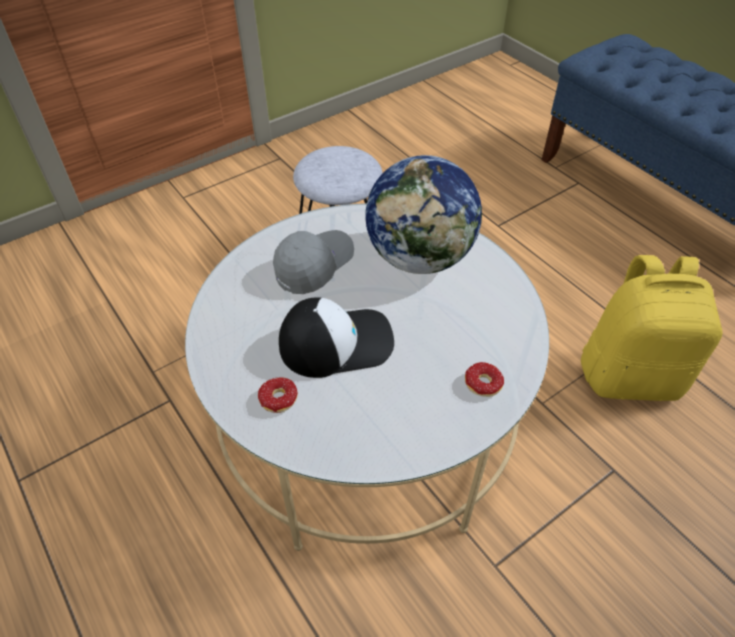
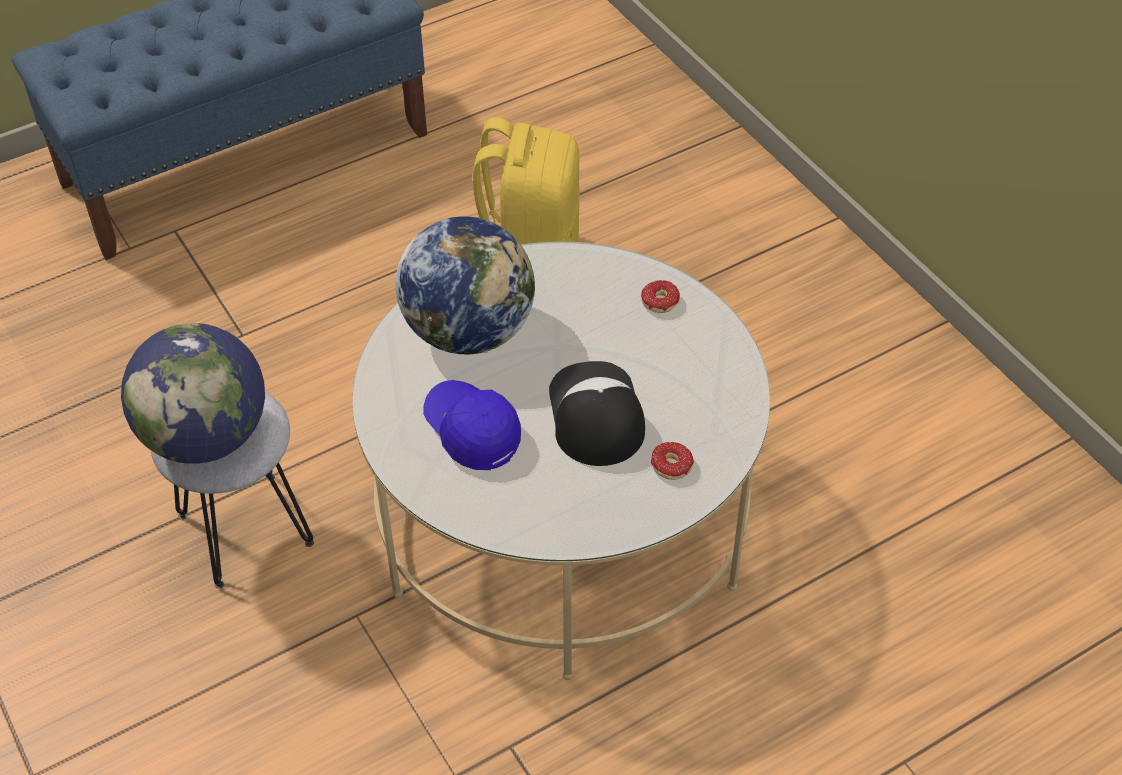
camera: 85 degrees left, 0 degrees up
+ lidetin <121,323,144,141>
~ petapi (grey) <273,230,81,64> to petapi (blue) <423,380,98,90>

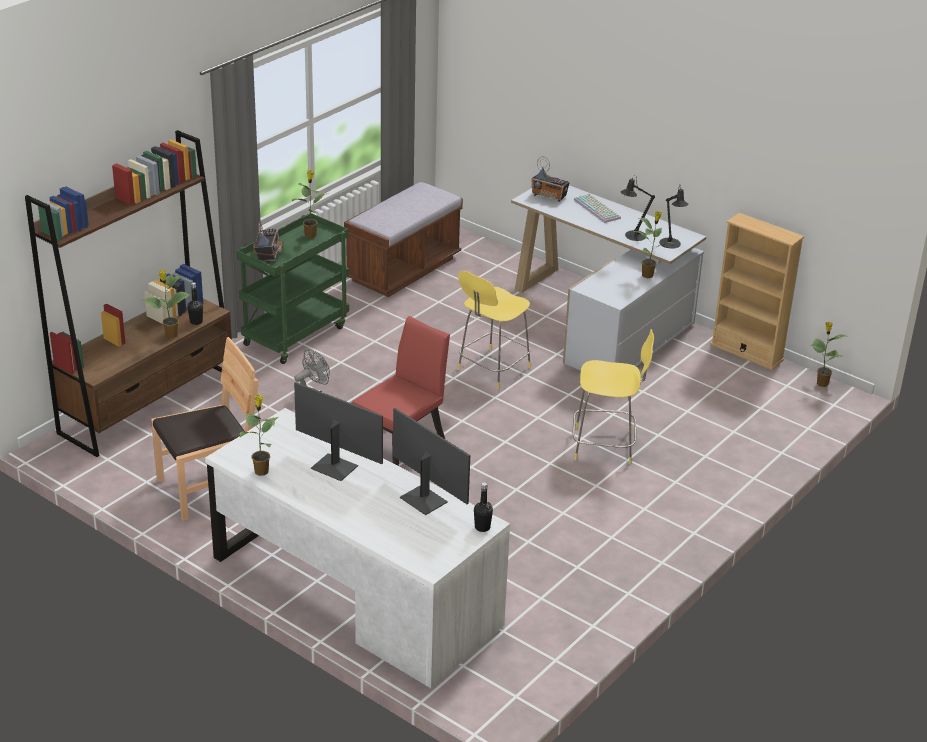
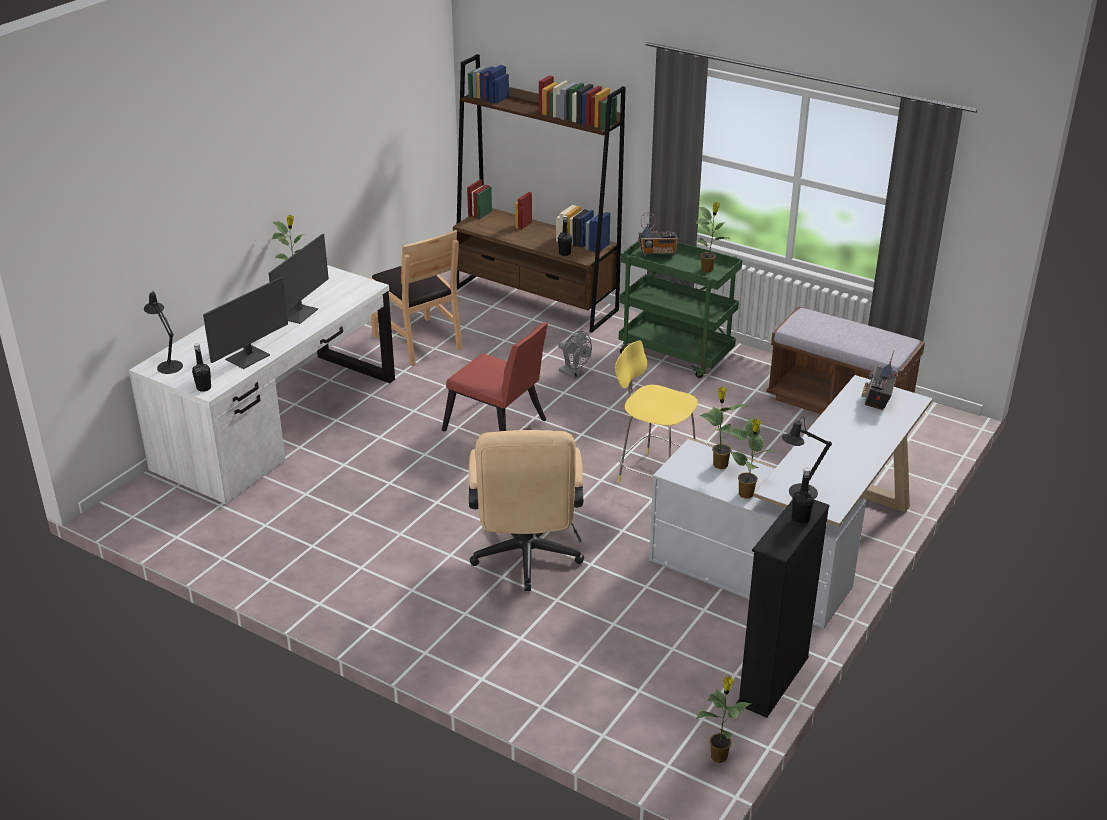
camera: 85 degrees right, 0 degrees up
~ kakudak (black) <621,175,34,66> to <144,291,39,83>
~ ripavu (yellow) <572,329,82,135> to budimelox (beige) <469,430,115,161>
~ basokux <143,270,47,68> to <699,387,49,82>
~ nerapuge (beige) <710,213,94,157> to nerapuge (black) <736,500,94,218>
+ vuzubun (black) <792,467,22,57>
- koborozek <574,194,47,29>

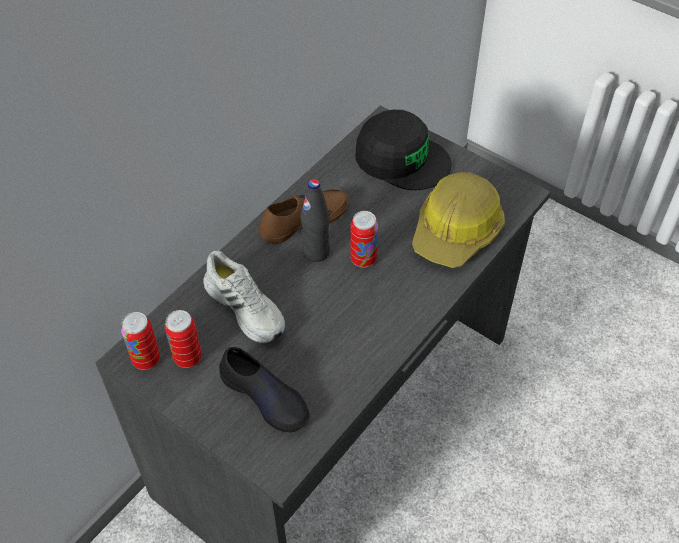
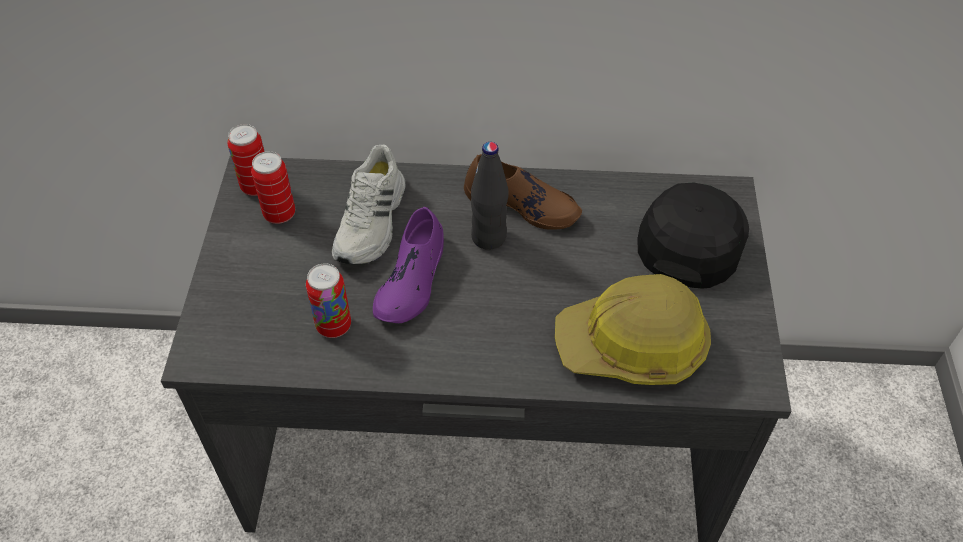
camera: 55 degrees right, 0 degrees up
~ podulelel <350,211,28,57> to <306,263,45,75>
+ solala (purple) <373,207,71,116>
~ petapi (black) <355,110,97,80> = <637,182,112,107> 150 degrees counterclockwise
- solala (black) <219,347,90,85>

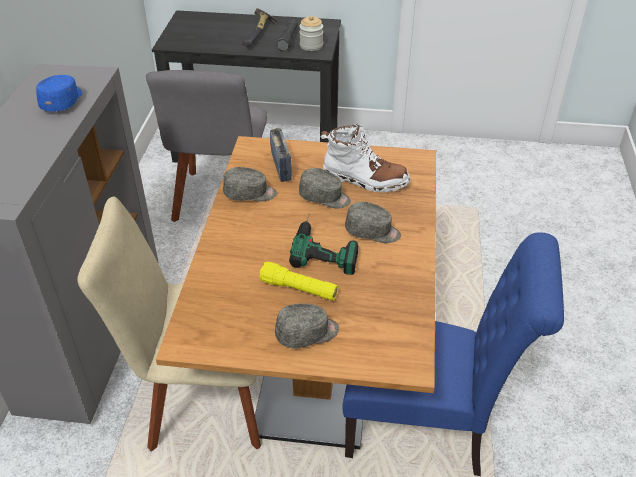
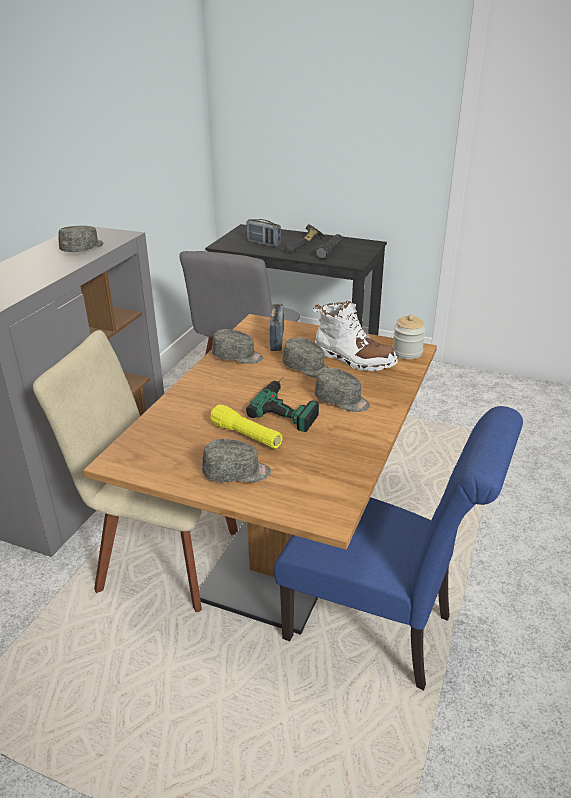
camera: 15 degrees right, 10 degrees down
~ petapi (blue) <36,75,46,37> to petapi (grey) <59,226,45,26>
+ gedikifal <246,219,35,28>
~ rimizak <299,15,24,36> to <392,315,34,44>

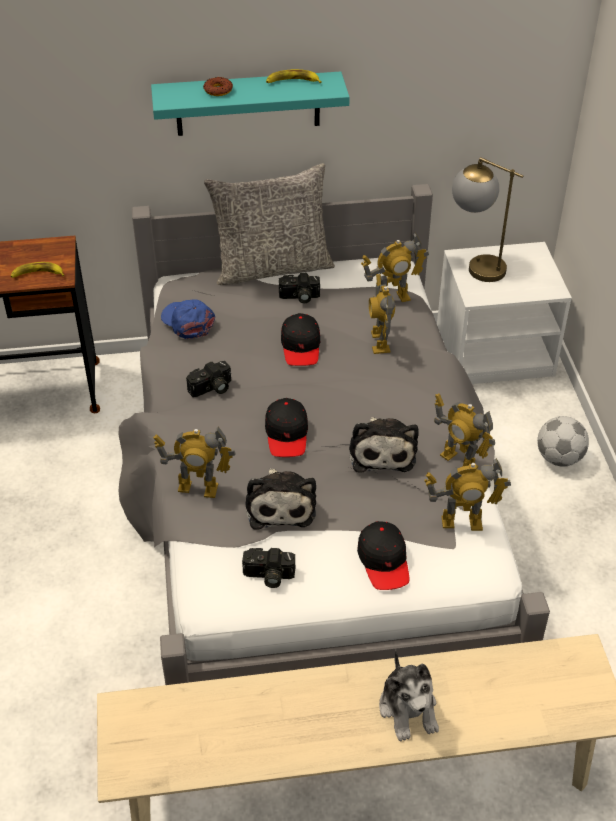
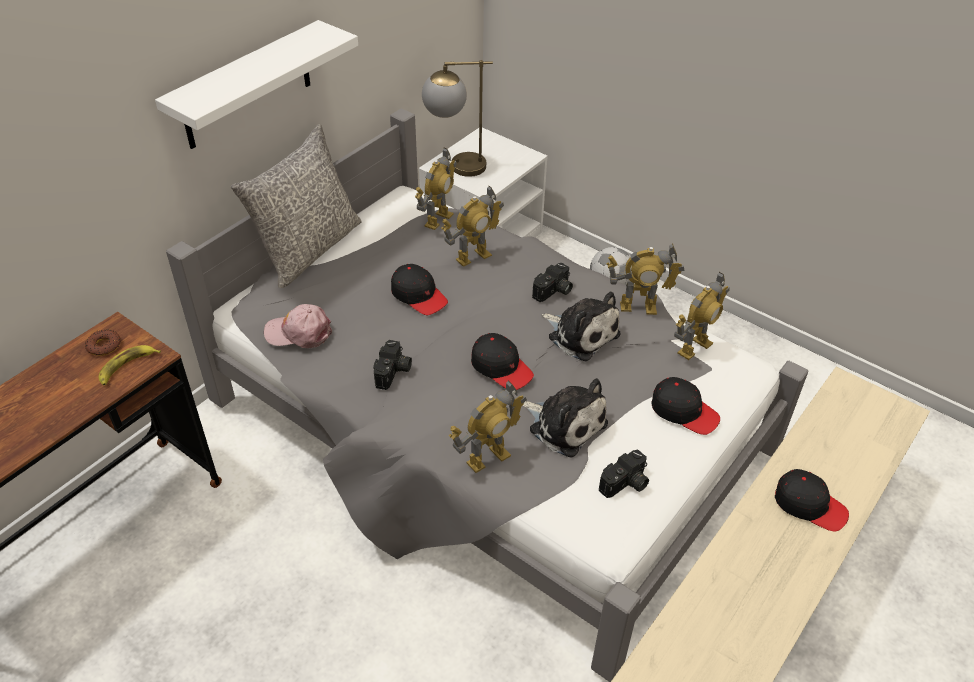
camera: 45 degrees left, 0 degrees up
~ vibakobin <203,77,30,19> to <85,329,35,27>
~ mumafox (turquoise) <151,71,199,65> to mumafox (white) <155,20,203,129>
~ petapi (blue) <161,299,54,40> to petapi (pink) <264,304,68,44>
~ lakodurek <369,274,26,80> = <441,186,63,81> 75 degrees counterclockwise
~ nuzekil <279,273,41,31> to <532,263,41,39>
~ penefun <379,649,60,92> to petapi (black) <775,469,74,62>
- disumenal <266,69,56,14>

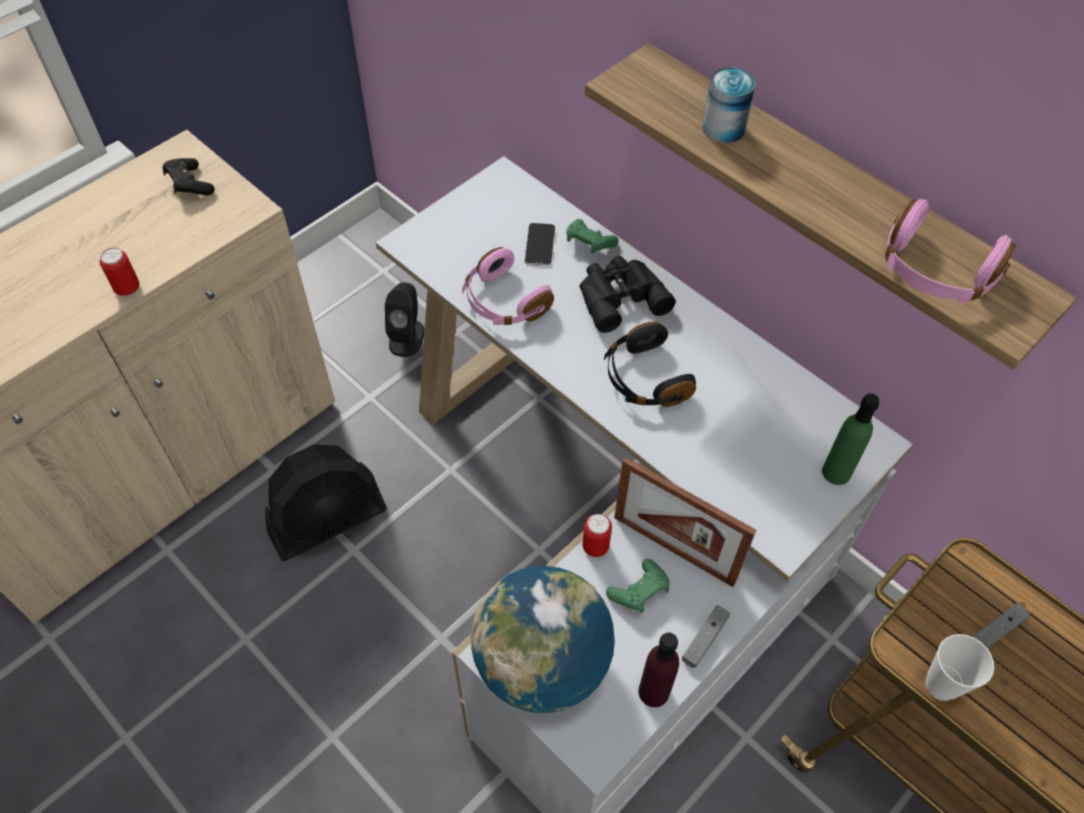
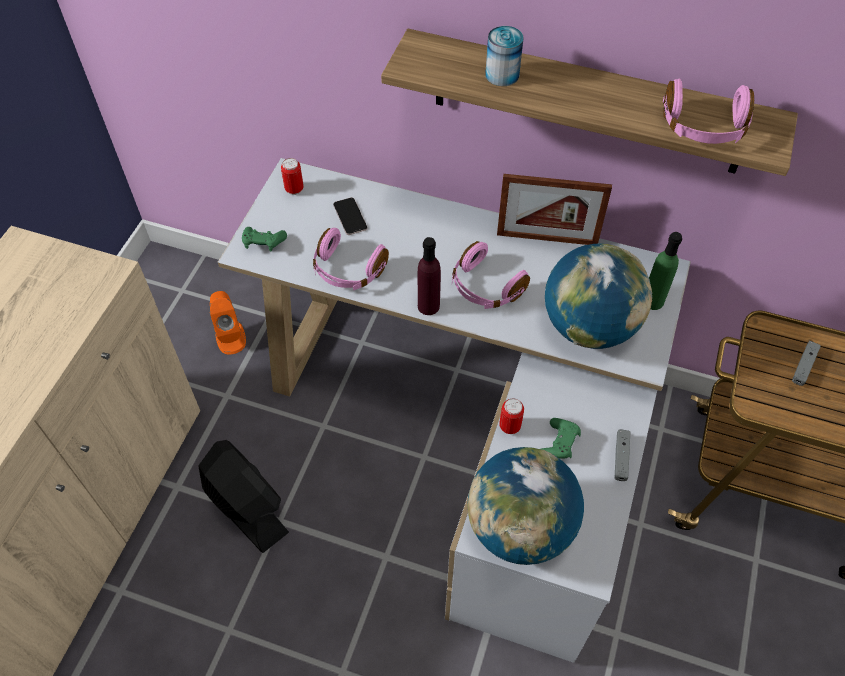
camera: 25 degrees left, 0 degrees up
~ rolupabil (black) <265,445,122,116> = <198,440,91,113> 75 degrees counterclockwise
~ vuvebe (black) <385,282,39,75> to vuvebe (orange) <210,291,36,63>
~ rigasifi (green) <566,219,53,35> to <242,227,45,24>
~ podulelel <100,248,40,49> to <281,158,23,37>
~ vuzubun (purple) <638,632,41,75> to <418,237,23,78>
~ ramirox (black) <604,321,92,86> to ramirox (pink) <452,241,78,68>
~ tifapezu <614,457,142,130> to <497,174,115,71>
+ lidetin <545,244,107,105>
- rigasifi (black) <162,158,53,37>
- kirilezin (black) <579,256,97,77>
- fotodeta <926,634,68,67>

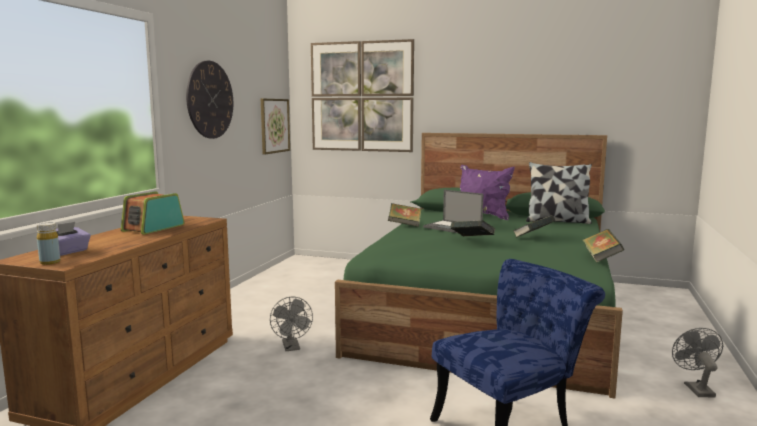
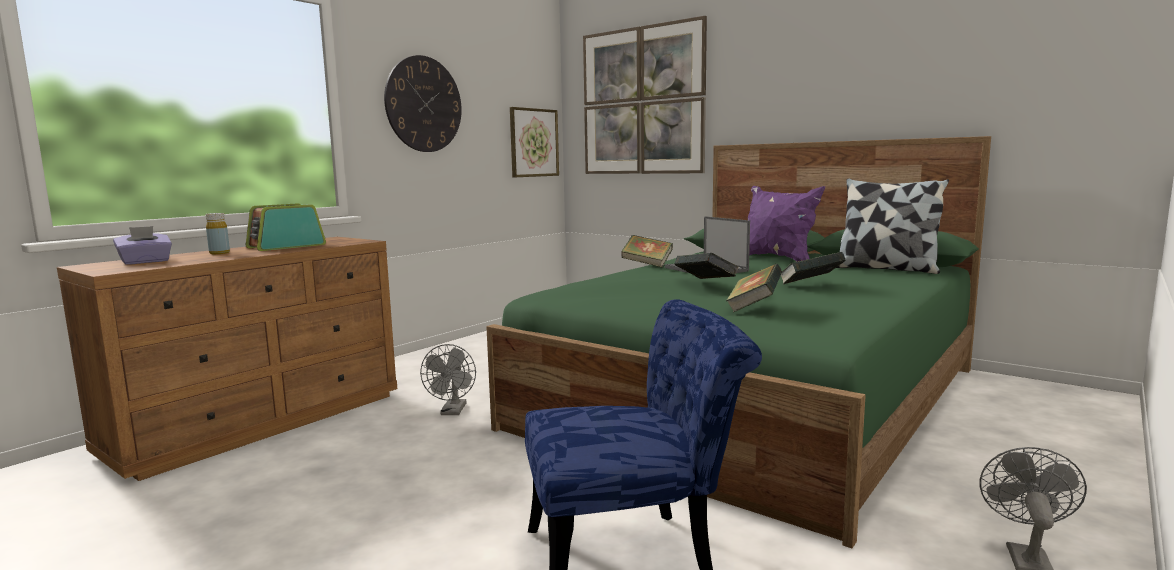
camera: 20 degrees right, 0 degrees up
~ vuzubun (yellow) <37,222,23,43> to <206,213,24,41>
~ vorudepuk <583,229,41,33> to <726,264,56,48>

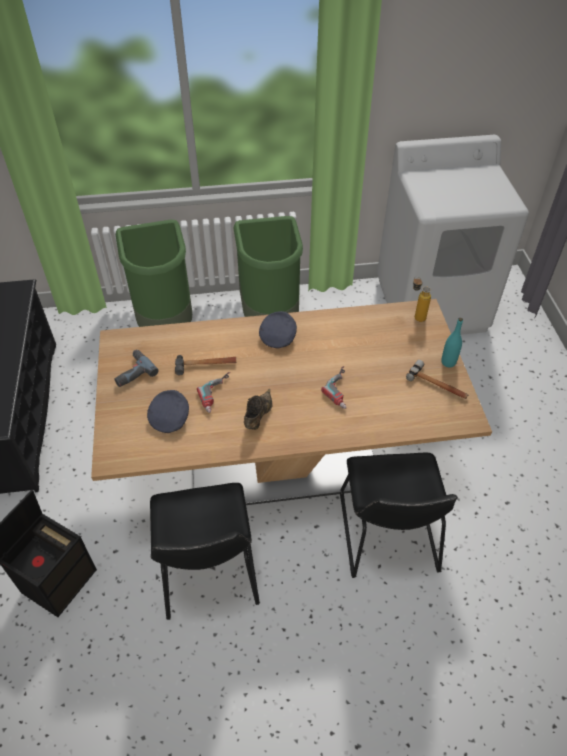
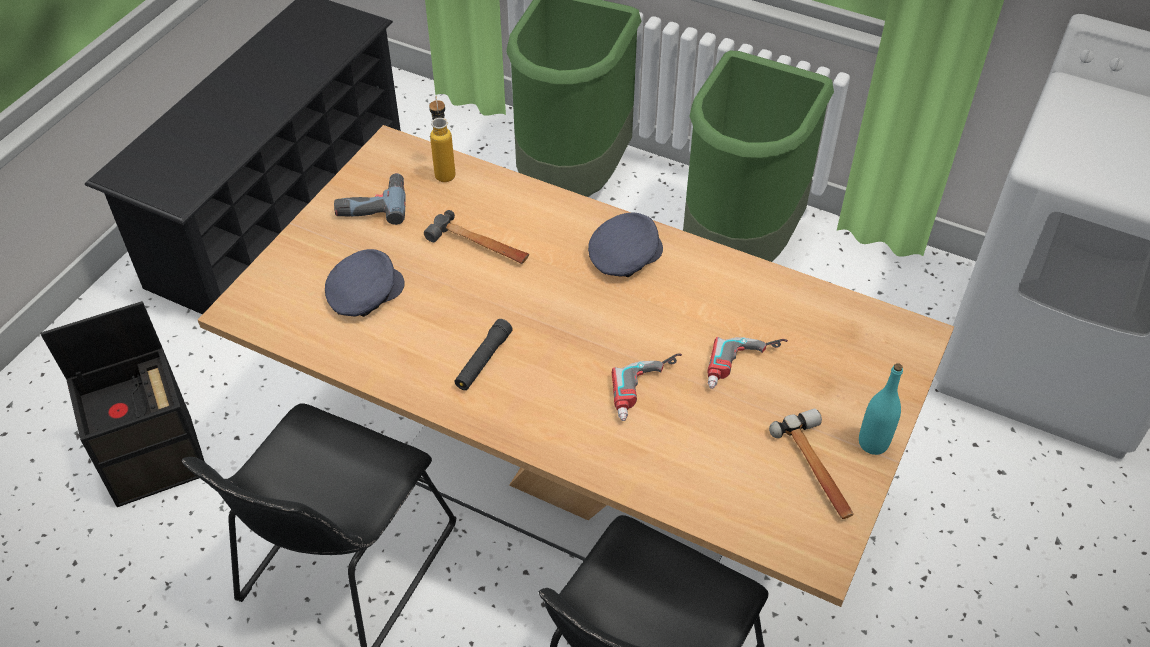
camera: 35 degrees right, 0 degrees up
~ vuzubun <413,276,18,46> to <429,96,26,86>
~ solala (brown) <244,389,29,41> to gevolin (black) <454,319,59,71>
~ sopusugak <197,372,34,41> to <707,337,81,52>

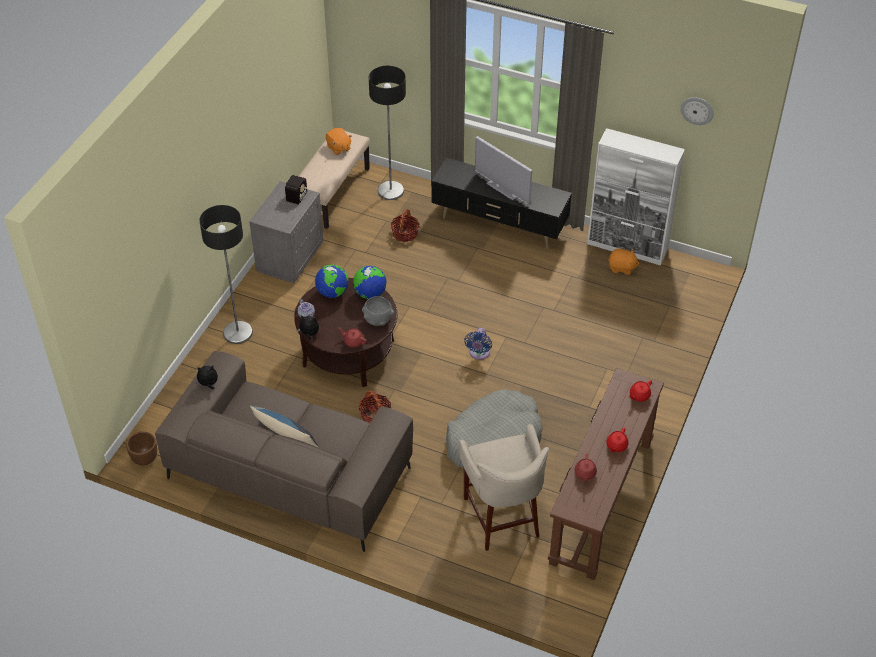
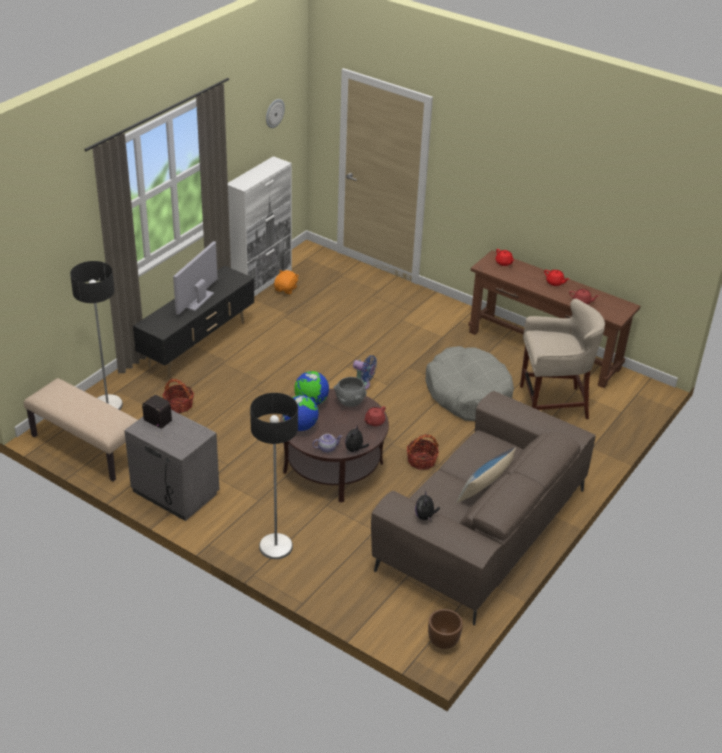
camera: 80 degrees left, 10 degrees down
~ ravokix <475,136,57,69> = <173,241,45,74> 150 degrees clockwise
- penefun (orange) <326,128,26,27>

